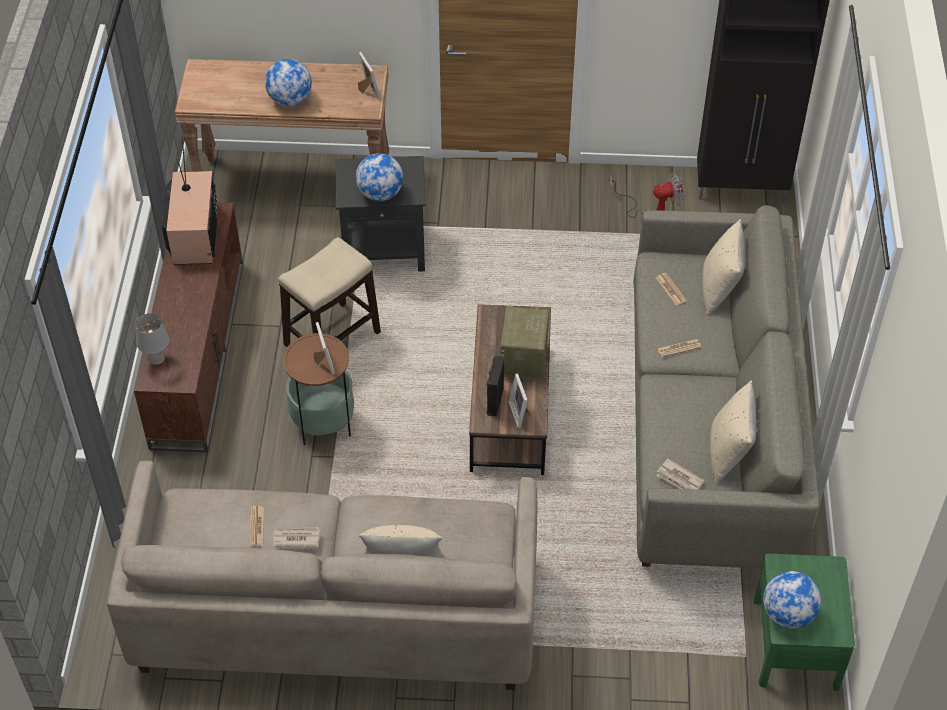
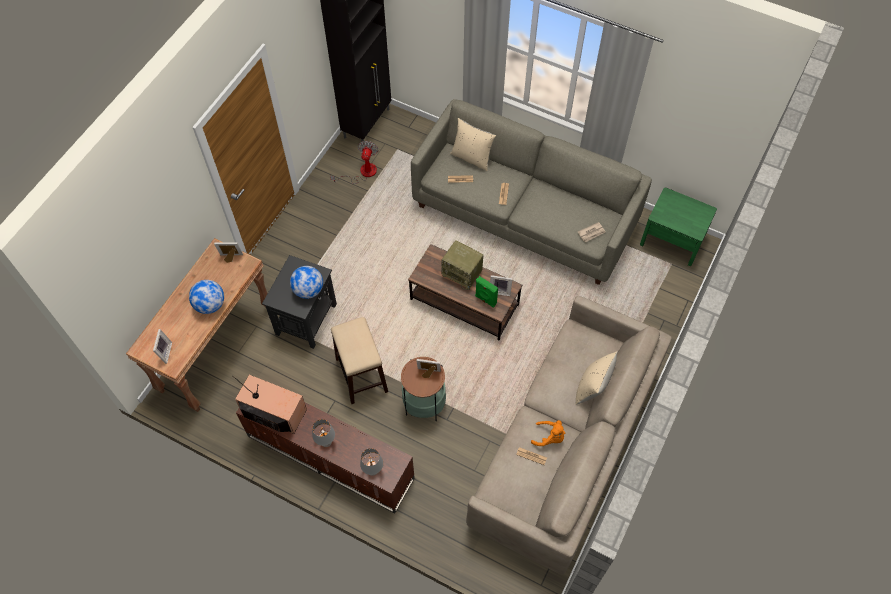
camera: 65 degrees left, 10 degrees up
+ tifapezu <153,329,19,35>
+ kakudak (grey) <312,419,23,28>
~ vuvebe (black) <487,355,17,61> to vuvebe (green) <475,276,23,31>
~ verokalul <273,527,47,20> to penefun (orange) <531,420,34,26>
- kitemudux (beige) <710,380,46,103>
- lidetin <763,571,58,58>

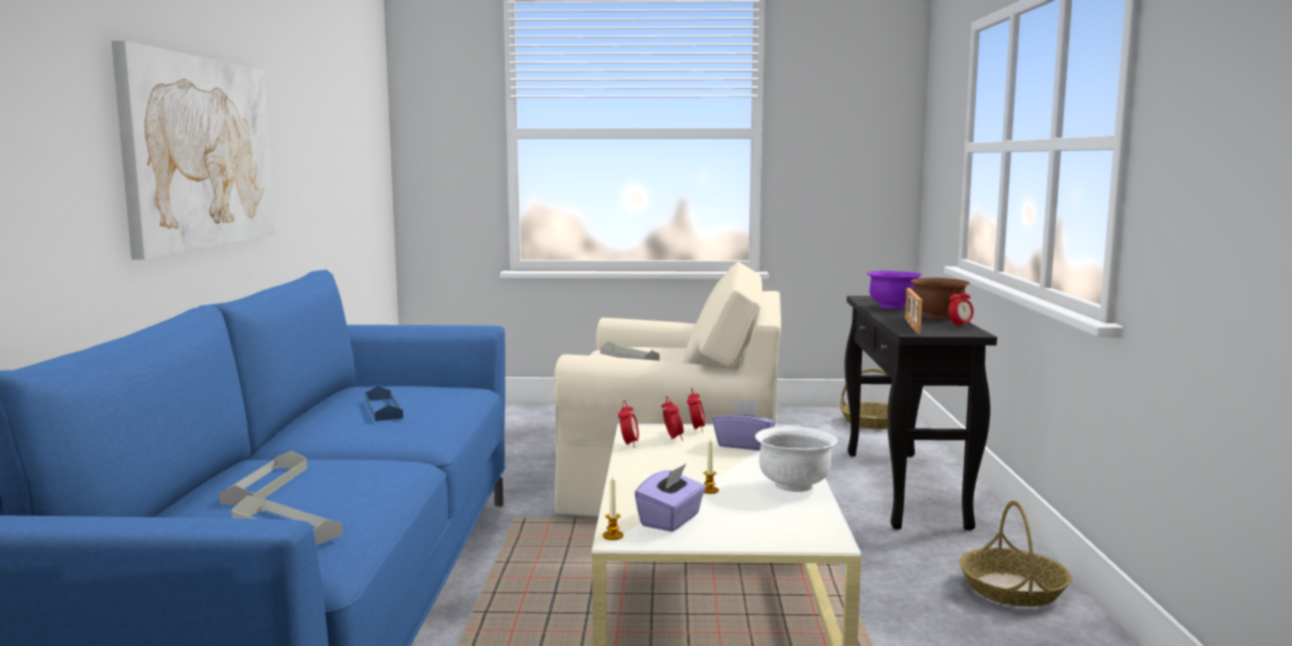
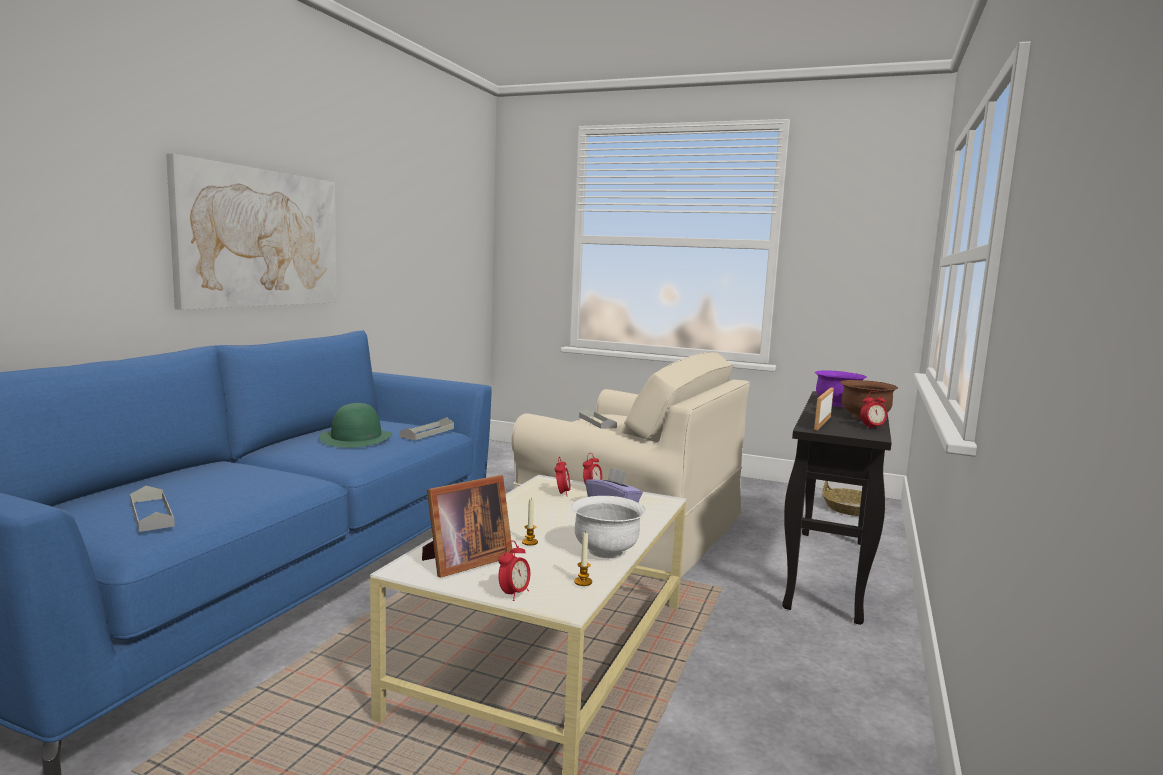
camera: 20 degrees right, 0 degrees up
~ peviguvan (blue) <365,386,38,35> to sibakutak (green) <319,403,73,45>
~ peviguvan (grey) <219,451,88,54> to <400,417,54,23>
~ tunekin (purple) <635,464,71,68> to tifapezu <422,475,91,102>
~ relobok <618,401,21,47> to <498,541,32,60>
~ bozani <603,477,20,63> to <574,531,18,55>
- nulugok <959,501,113,106>

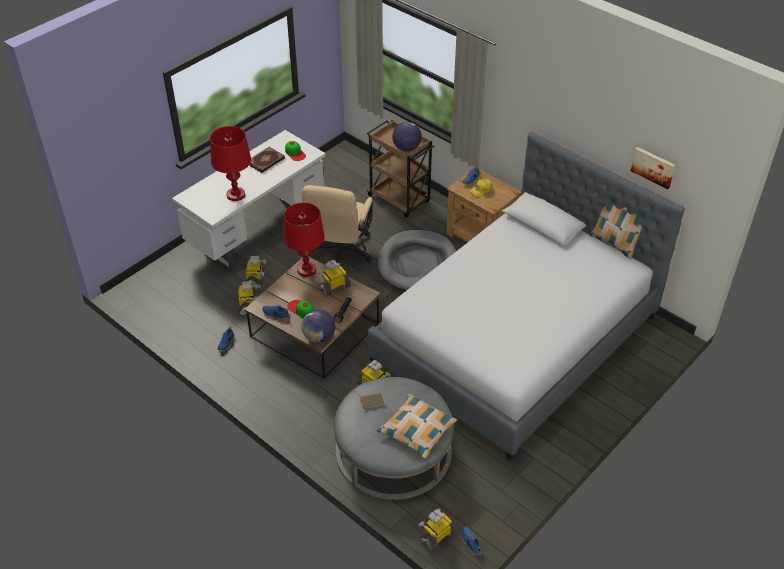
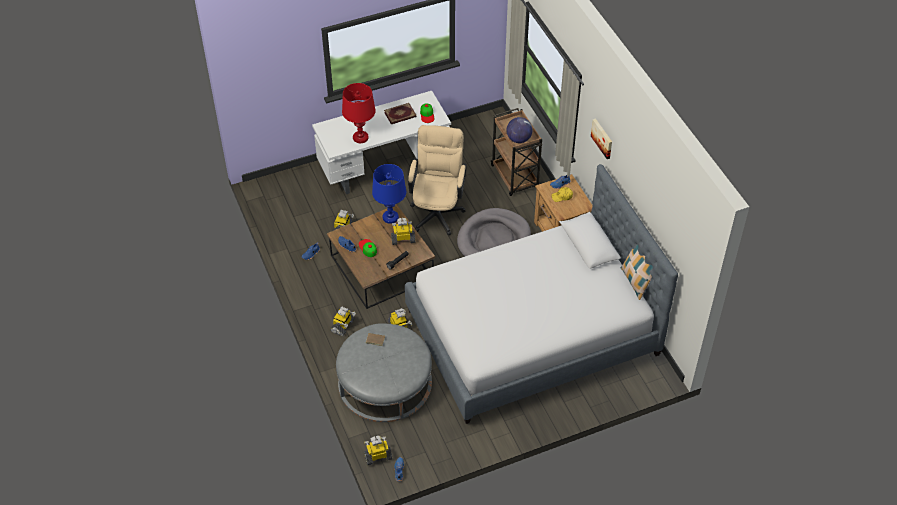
camera: 25 degrees right, 5 degrees up
~ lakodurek <245,256,21,33> to <330,307,26,29>
~ kakudak (red) <283,203,42,74> to kakudak (blue) <372,164,34,60>
~ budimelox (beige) <302,185,71,77> = <408,125,59,111> 150 degrees clockwise
~ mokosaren <631,147,44,42> to <591,118,21,41>
- lidetin <302,309,33,34>
- kitemudux <377,394,80,65>

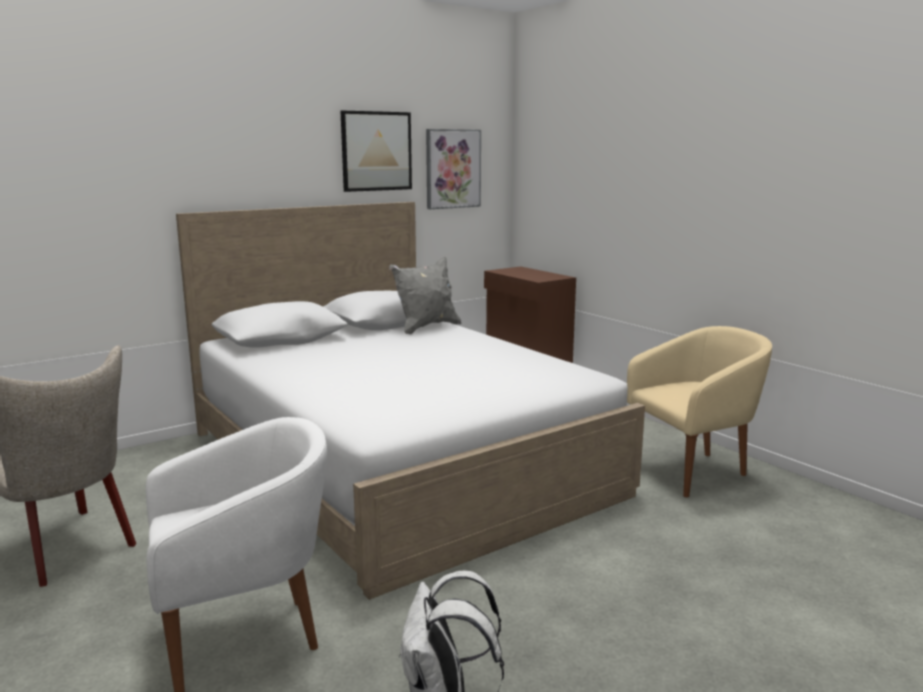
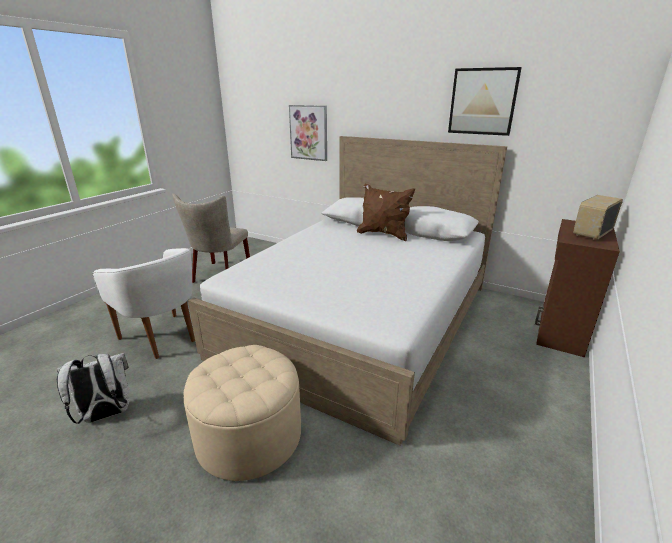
camera: 65 degrees right, 10 degrees up
+ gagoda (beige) <184,345,117,136>
~ mokosaren <426,129,55,80> to <289,105,38,56>
+ kitemudux (brown) <357,184,58,57>
+ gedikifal <573,195,50,45>
- kitemudux (grey) <389,257,72,77>
- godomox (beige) <627,326,145,171>

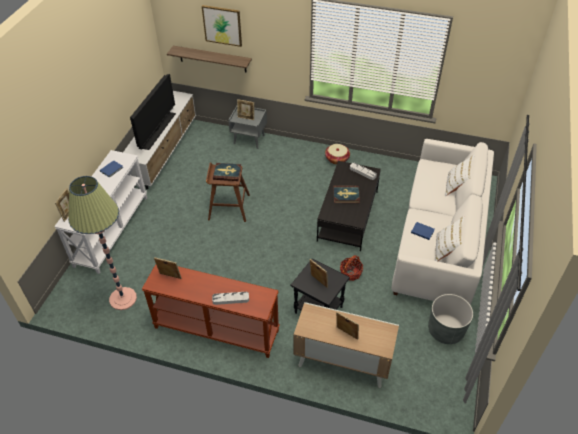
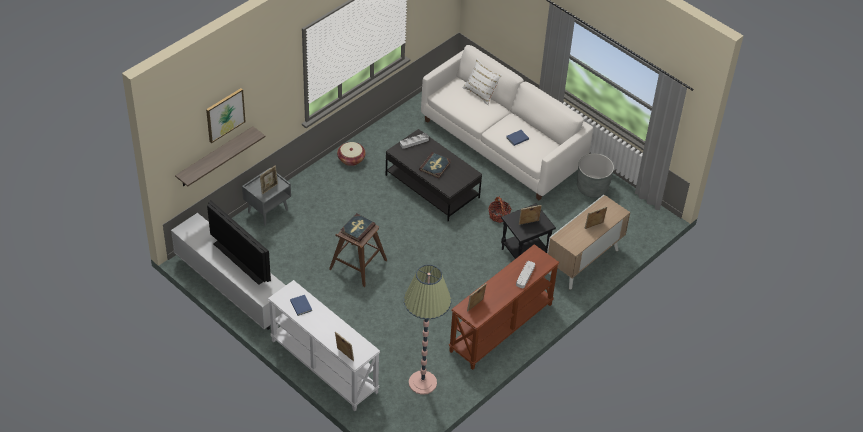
camera: 65 degrees left, 0 degrees up
- kitemudux (white) <435,216,30,45>

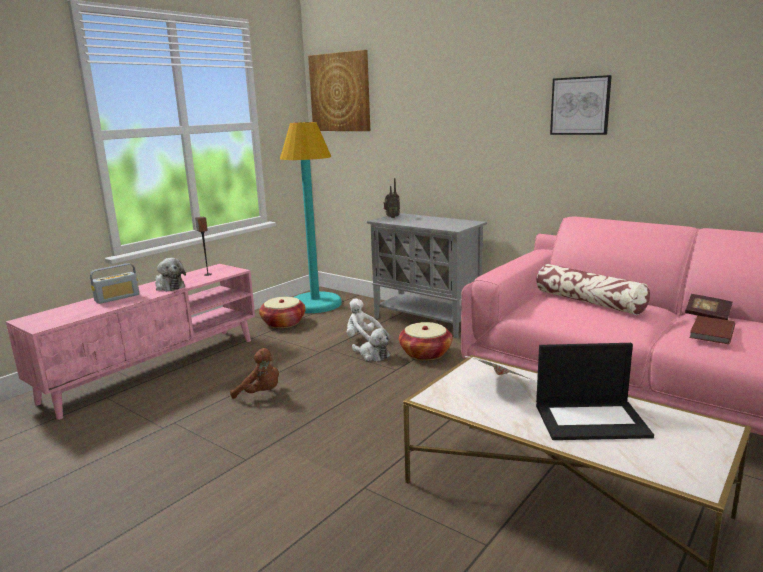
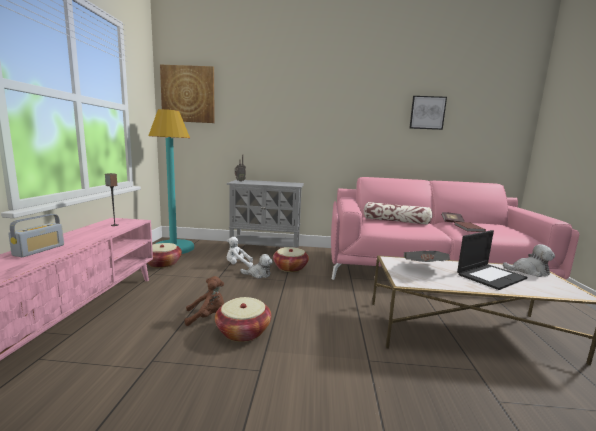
camera: 35 degrees left, 5 degrees down
+ nulugok <215,297,56,45>
~ mokosaren <550,75,62,60> to <409,96,38,34>
~ penefun <155,258,31,33> to <503,244,52,33>

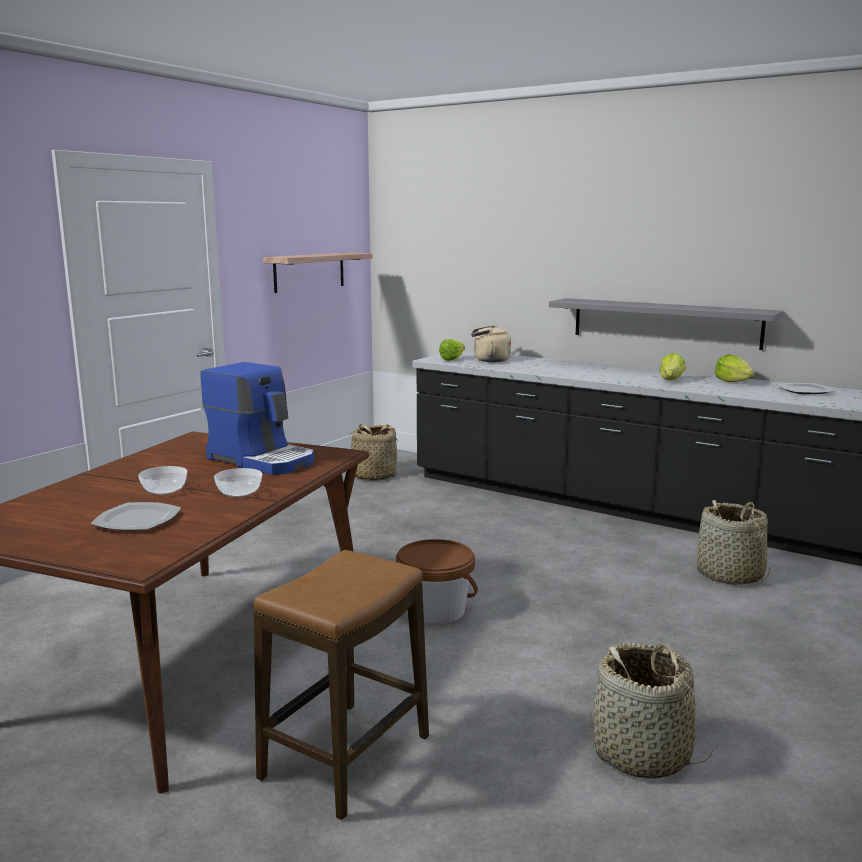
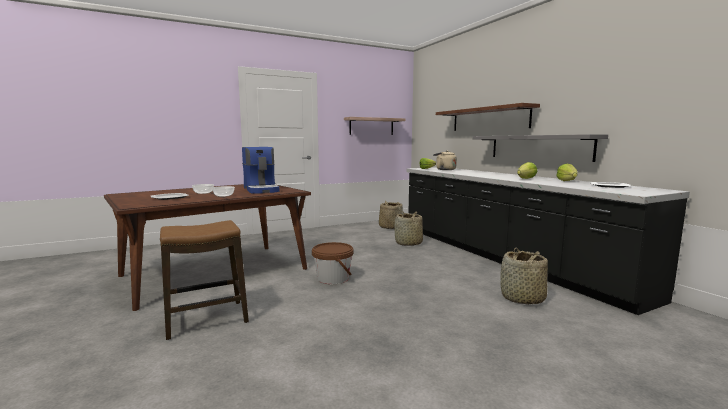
camera: 30 degrees right, 5 degrees down
~ nulugok <589,643,125,136> to <394,211,29,35>
+ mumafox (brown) <436,103,104,28>

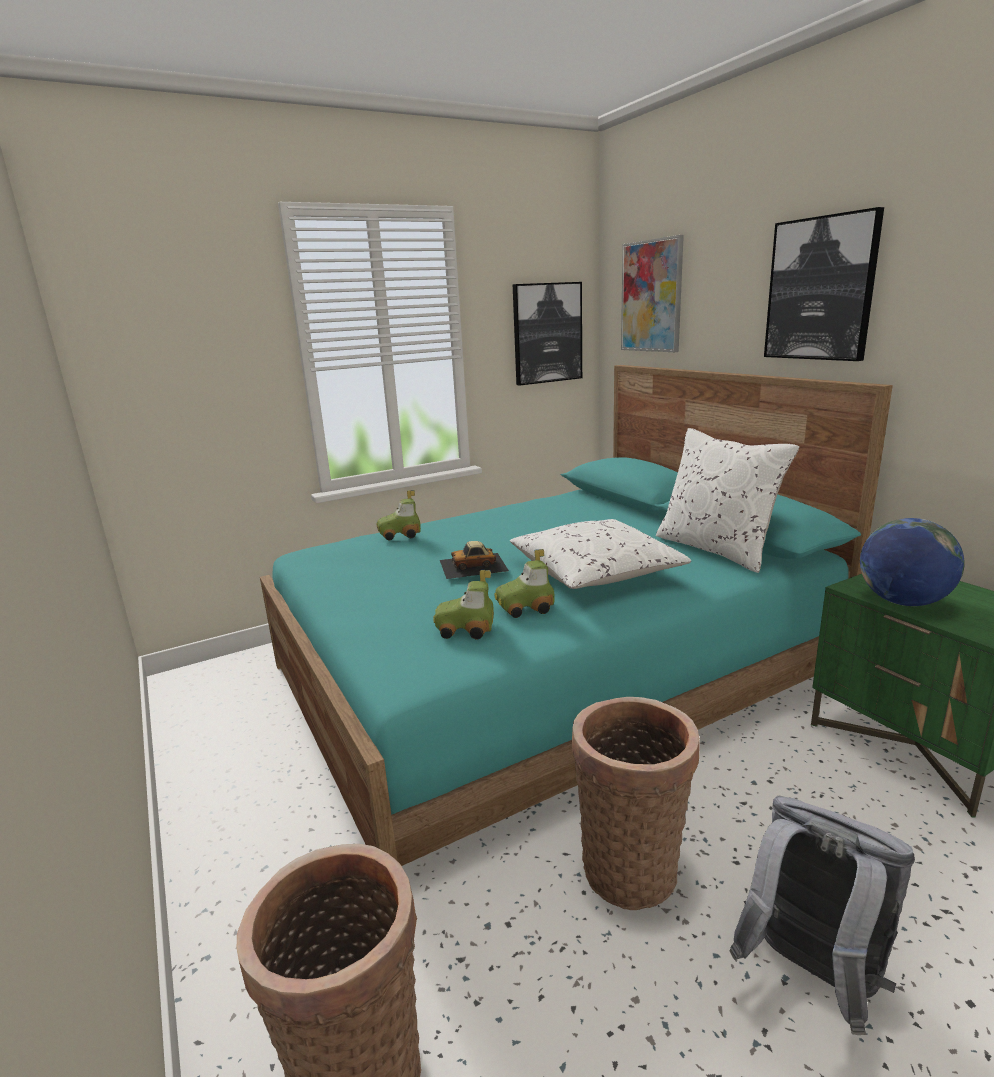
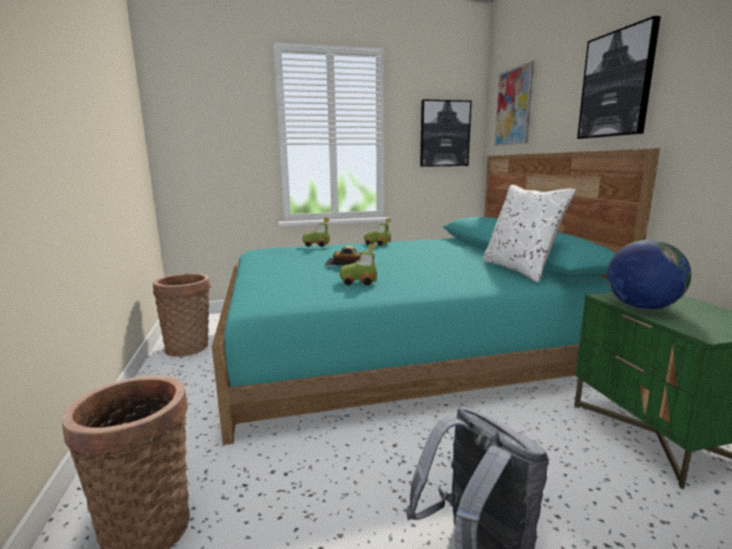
camera: 15 degrees right, 5 degrees down
~ nulugok <572,697,128,213> to <153,273,58,84>
~ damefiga <433,570,61,69> to <364,218,27,28>
- kitemudux (white) <510,519,181,70>

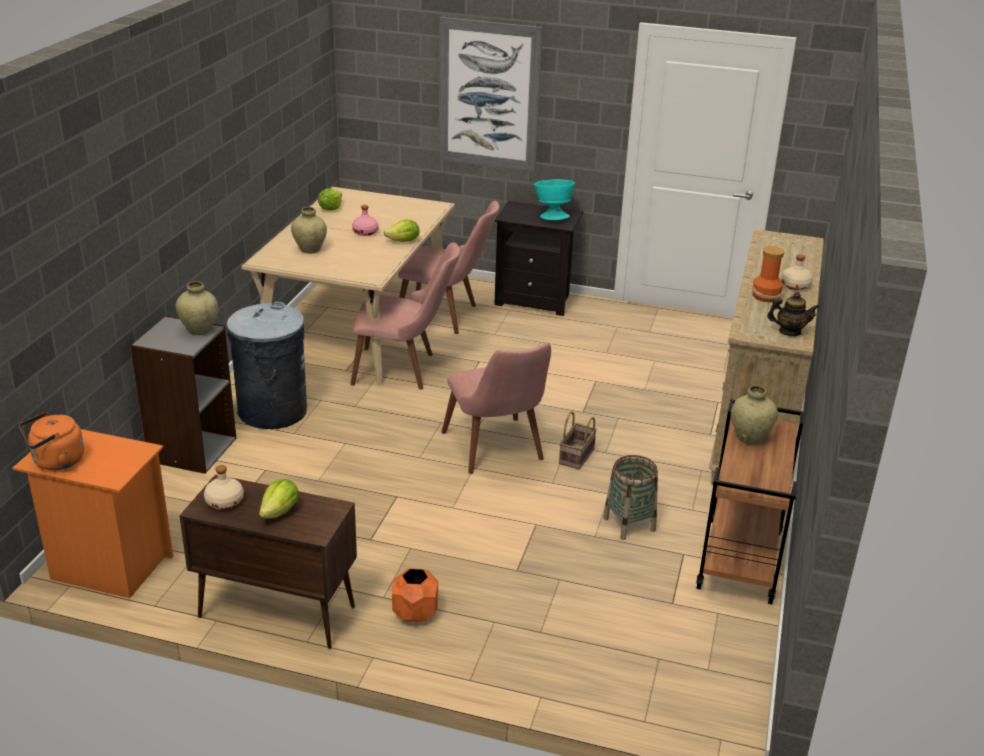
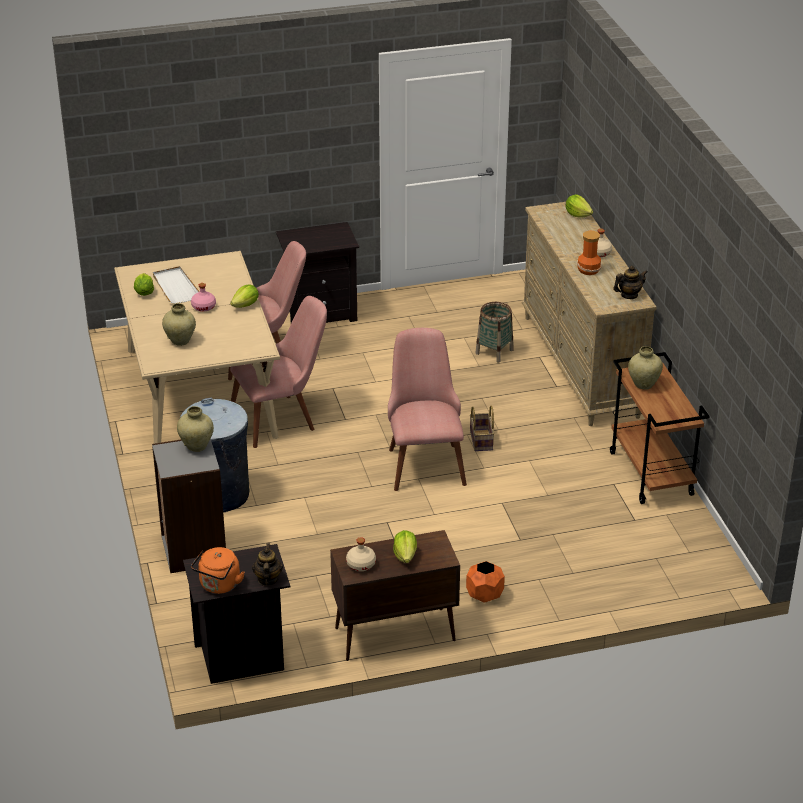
camera: 30 degrees left, 5 degrees up
+ peviguvan (white) <153,266,46,38>
~ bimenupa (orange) <13,429,160,169> to bimenupa (black) <183,544,107,140>
+ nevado <252,543,31,43>
~ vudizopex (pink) <441,342,110,132> = <388,328,79,163> 135 degrees counterclockwise
~ nulugok <603,455,55,85> to <475,302,39,60>
+ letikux <565,194,28,24>
- mokosaren <439,17,104,155>
- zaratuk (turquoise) <534,179,41,41>

